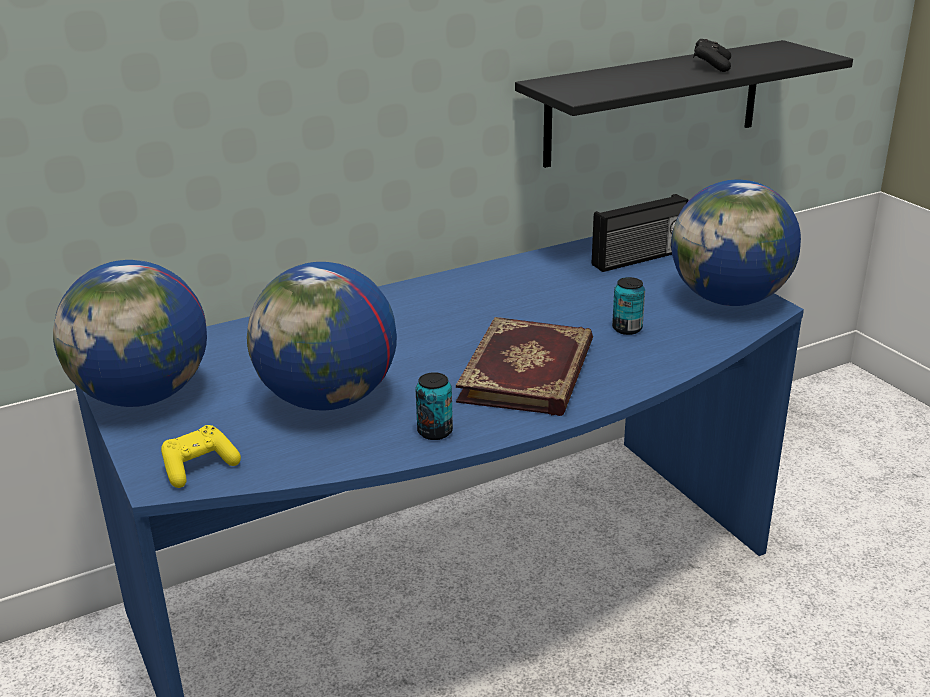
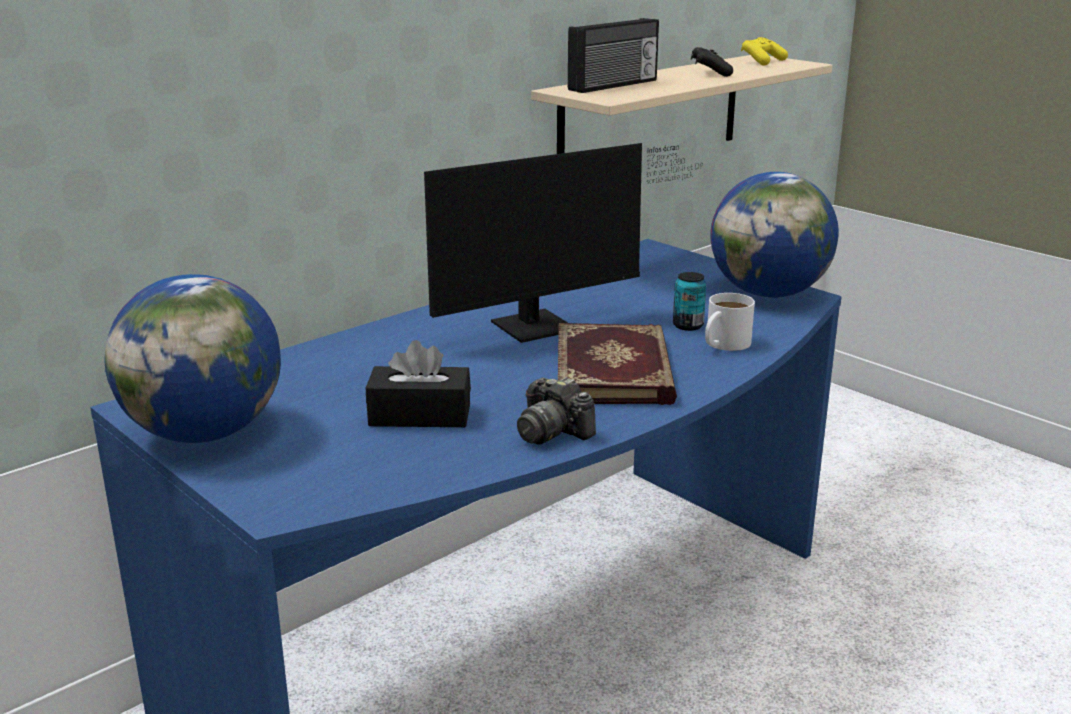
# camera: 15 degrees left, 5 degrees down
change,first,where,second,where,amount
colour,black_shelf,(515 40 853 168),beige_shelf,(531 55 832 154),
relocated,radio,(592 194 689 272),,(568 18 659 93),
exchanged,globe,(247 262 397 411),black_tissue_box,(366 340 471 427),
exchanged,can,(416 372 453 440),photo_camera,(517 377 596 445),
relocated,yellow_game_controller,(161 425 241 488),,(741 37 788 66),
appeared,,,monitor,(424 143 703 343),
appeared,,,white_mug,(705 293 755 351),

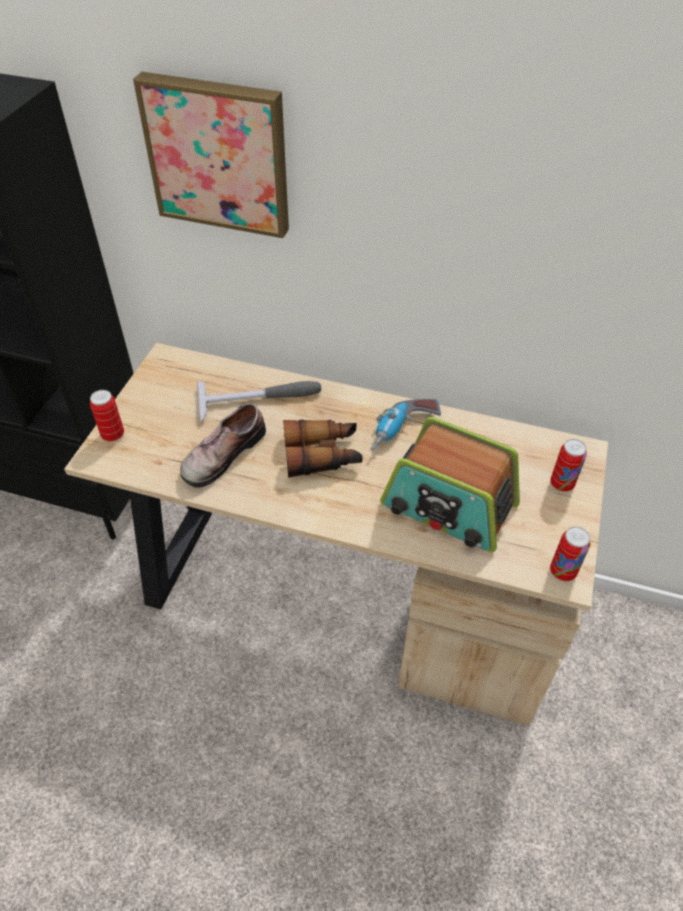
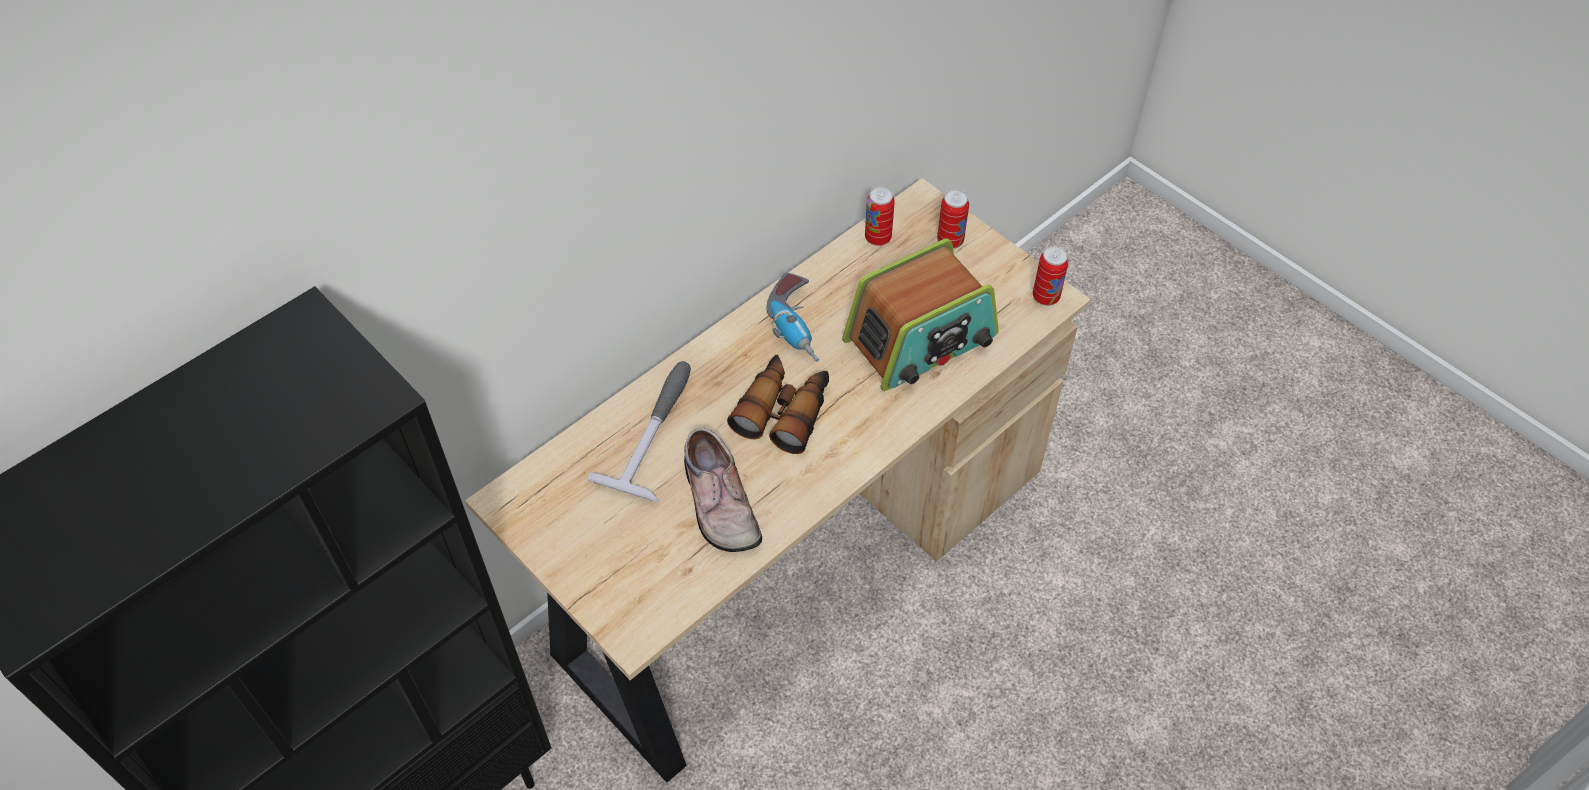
# camera: 60 degrees left, 5 degrees up
change,first,where,second,where,amount
missing,picture,(133 72 289 238),,,
relocated,can,(90 390 124 442),,(865 186 895 246),

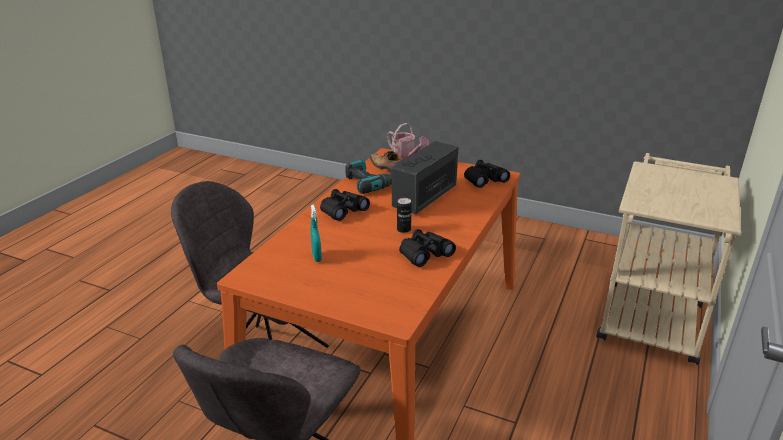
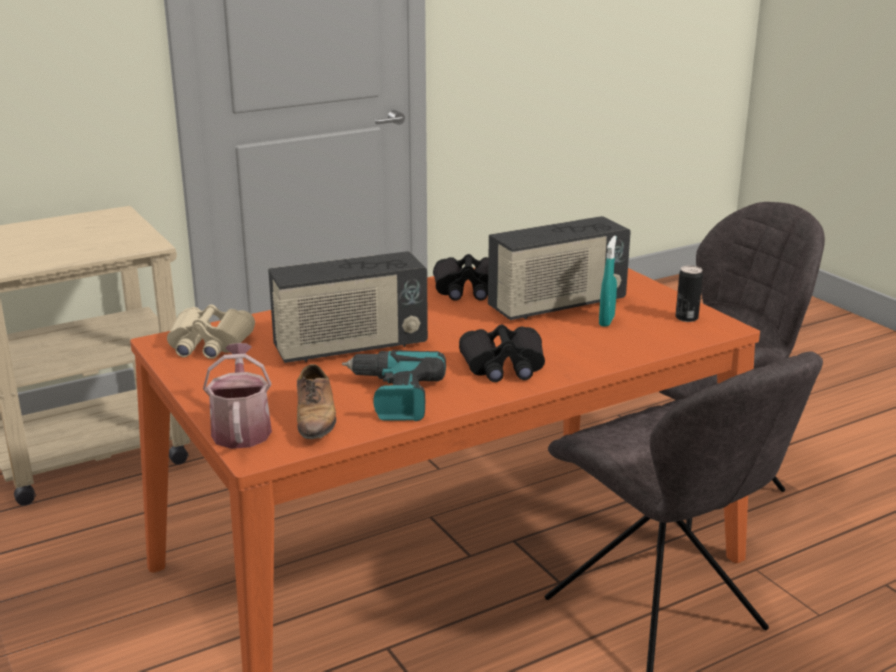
# camera: 145 degrees left, 5 degrees down
change,first,where,second,where,amount
colour,black_binoculars,(464 160 510 188),beige_binoculars,(167 304 255 359),
relocated,can,(397 198 412 233),,(675 265 703 322),
appeared,,,radio,(488 216 631 320),

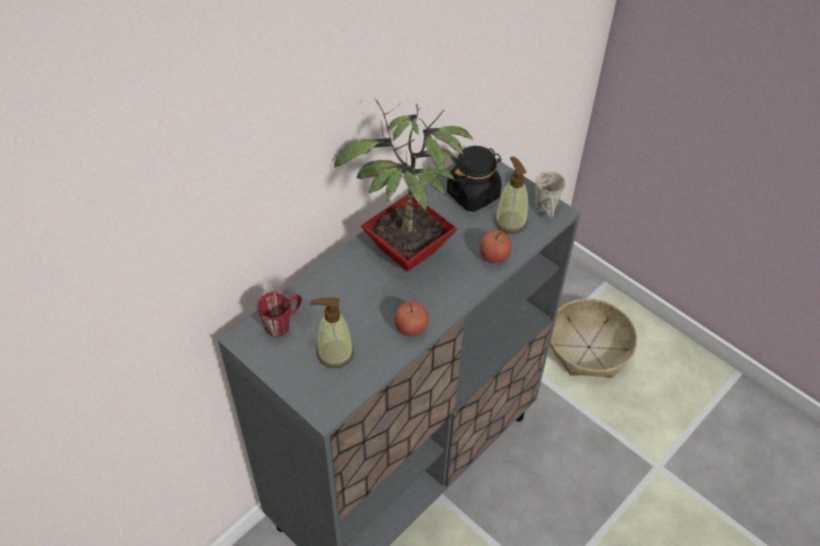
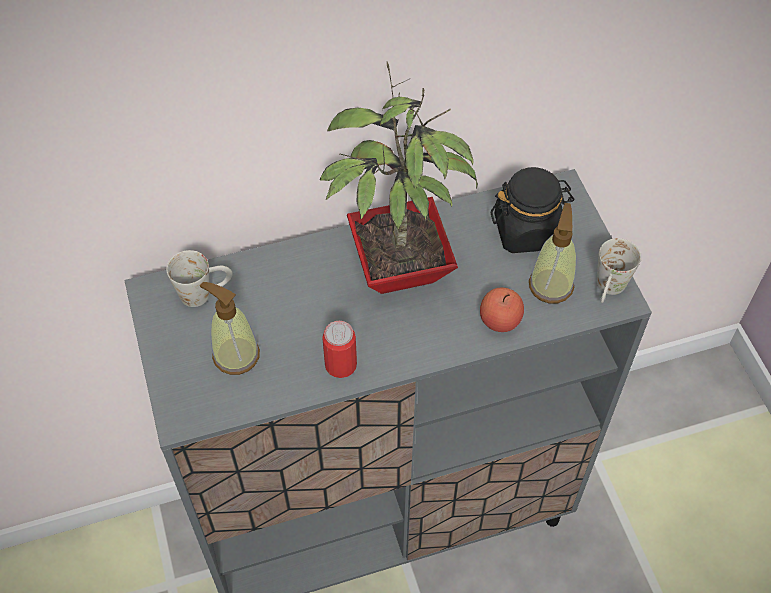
# camera: 30 degrees right, 5 degrees up
change,first,where,second,where,amount
colour,red_mug,(257 292 302 337),white_mug,(166 250 233 307),
missing,basket,(549 299 637 378),,,
exchanged,apple,(394 302 429 336),can,(322 321 357 378),

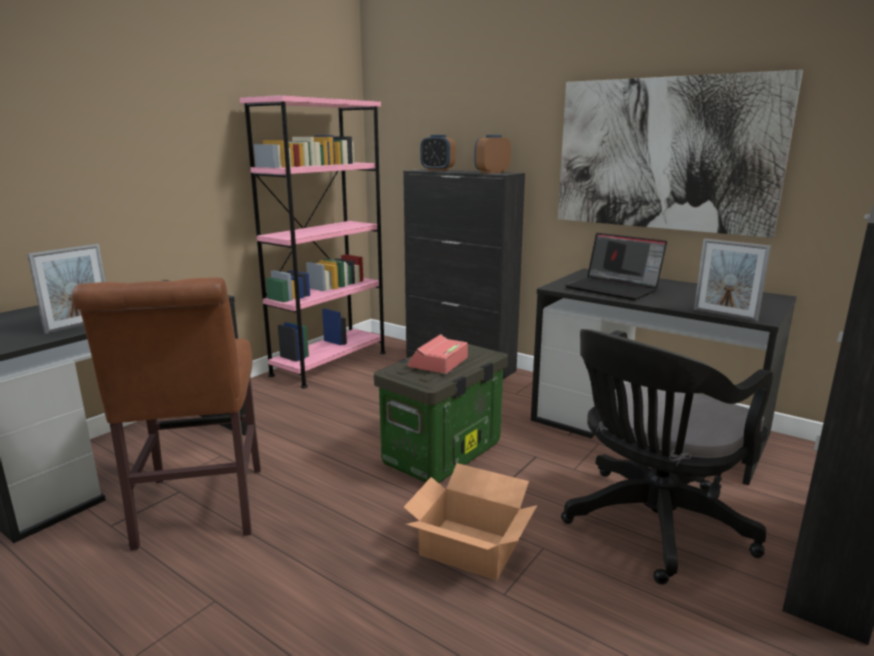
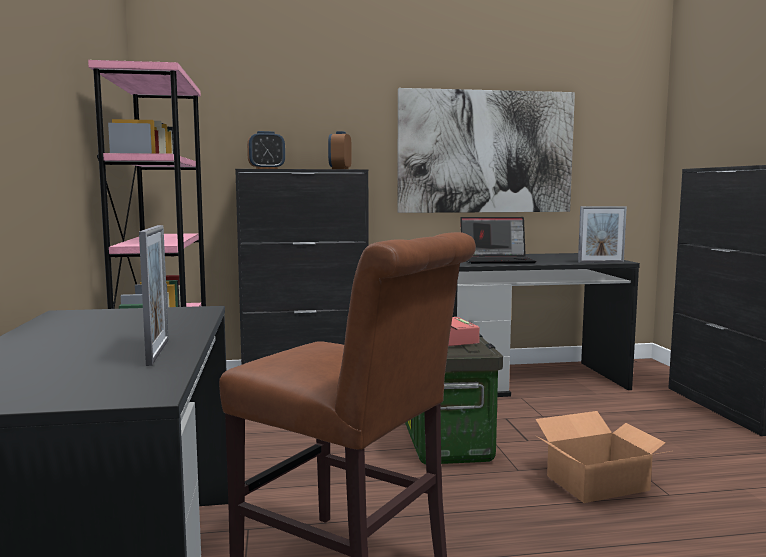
# camera: 45 degrees left, 10 degrees down
change,first,where,second,where,amount
missing,black_office_chair,(561 329 773 585),,,

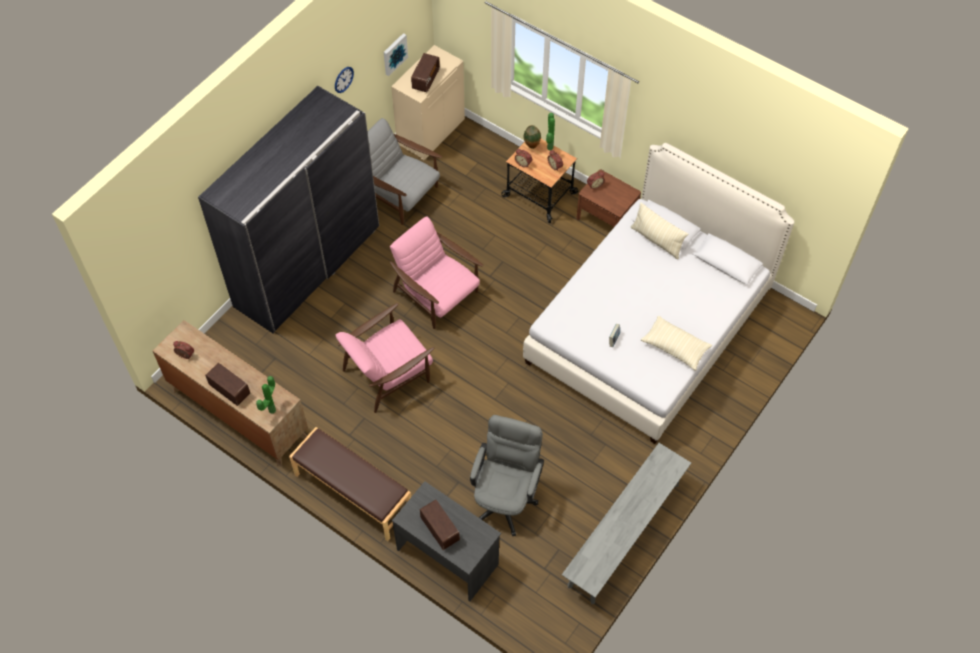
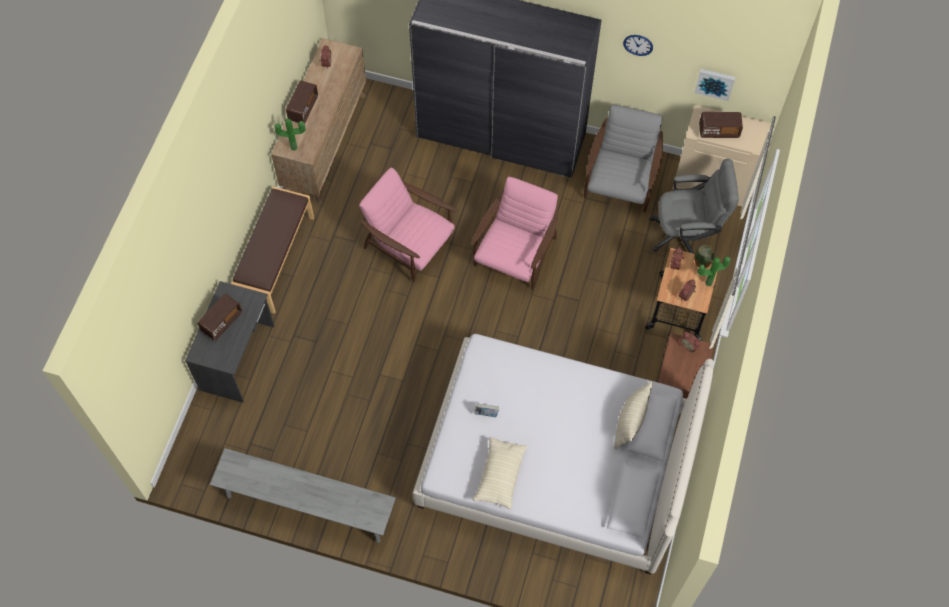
# camera: 70 degrees right, 5 degrees up
change,first,where,second,where,amount
relocated,grey_office_chair,(470 415 544 537),,(649 159 739 253),

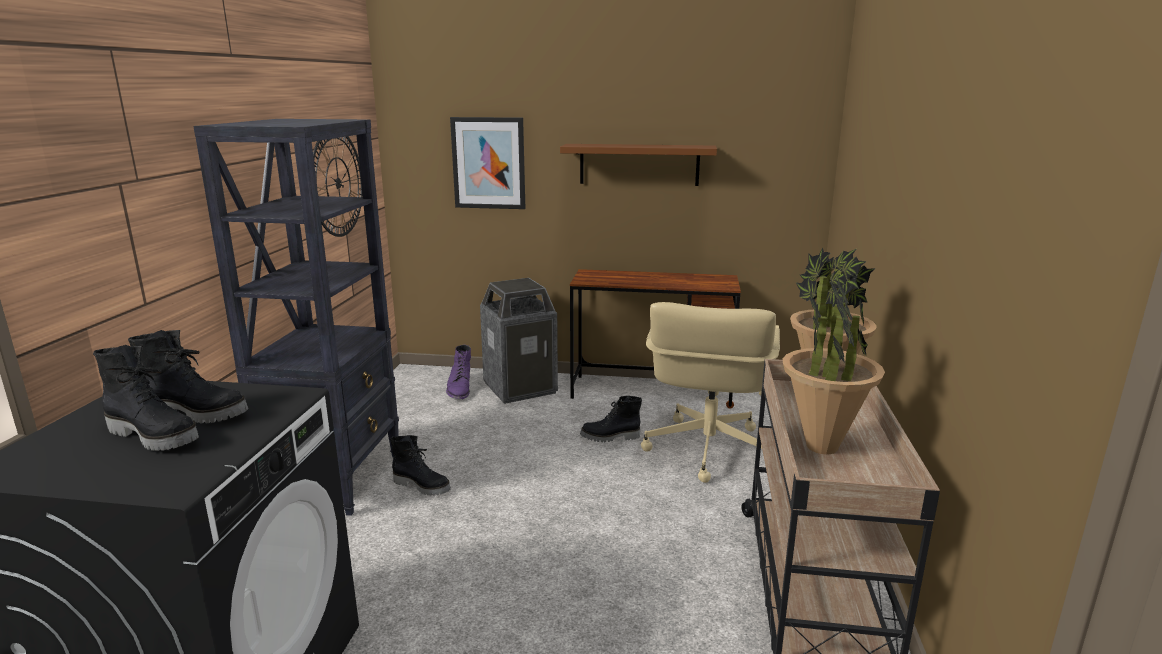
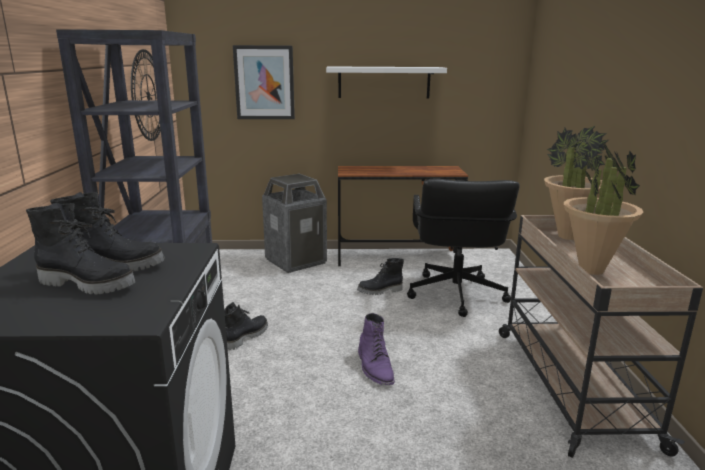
# camera: 10 degrees left, 0 degrees up
change,first,where,second,where,amount
colour,brown_shelf,(560 144 717 186),white_shelf,(326 66 447 98),
colour,beige_office_chair,(641 302 780 483),black_office_chair,(407 179 519 317),
relocated,purple_boot,(446 345 471 399),,(358 313 395 385),
spun,black_boot,(390 435 451 496),,(224 302 268 350),75 degrees counterclockwise

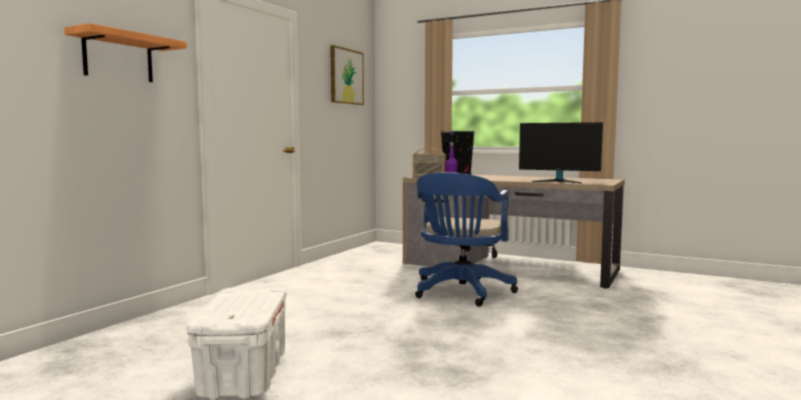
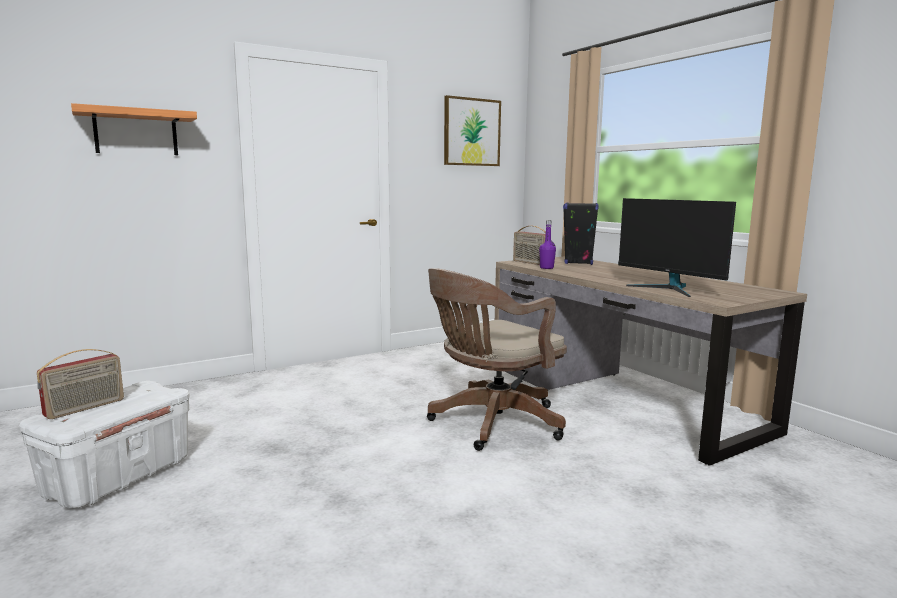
# camera: 30 degrees right, 5 degrees up
change,first,where,second,where,amount
colour,blue_office_chair,(415 172 518 306),brown_office_chair,(427 268 567 451),
appeared,,,radio,(37 349 124 419),

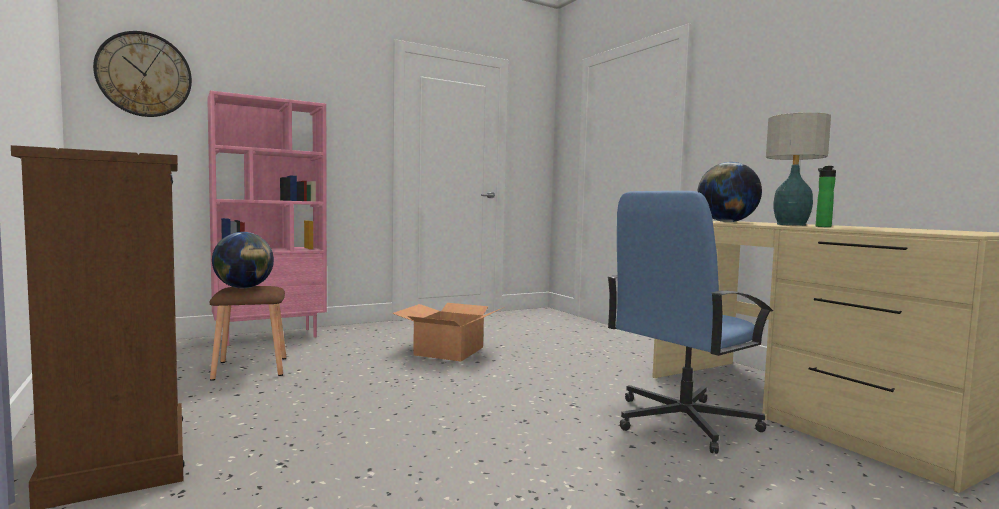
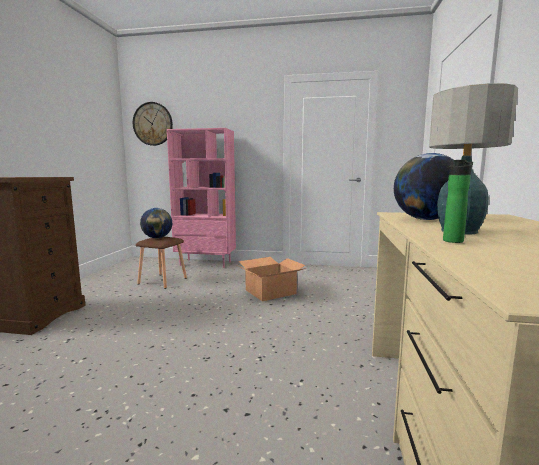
# camera: 40 degrees right, 5 degrees up
change,first,where,second,where,amount
missing,blue_office_chair,(607 191 773 454),,,

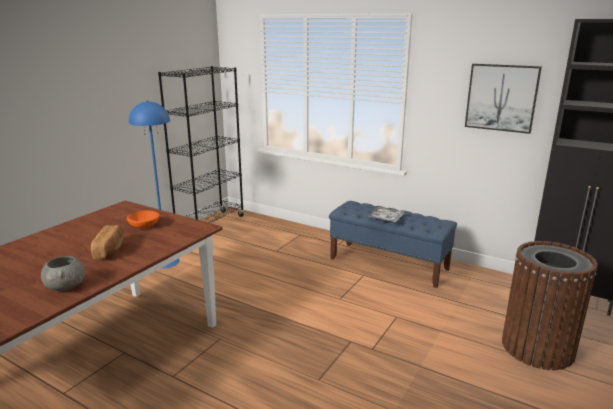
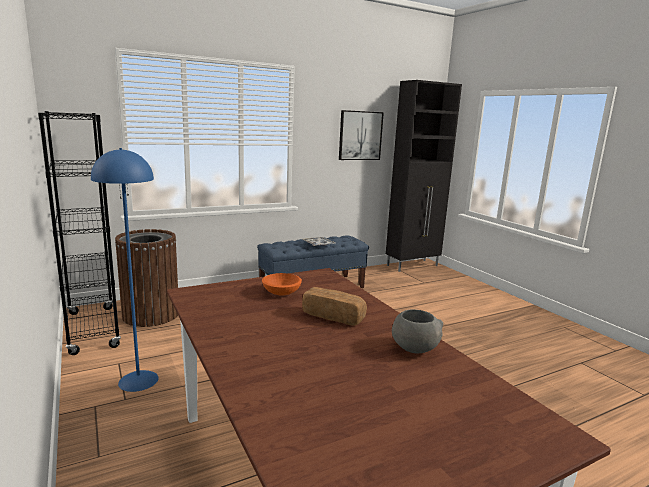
# camera: 60 degrees left, 5 degrees down
change,first,where,second,where,amount
relocated,brown_trash_can,(502 241 598 370),,(115 229 178 327),

